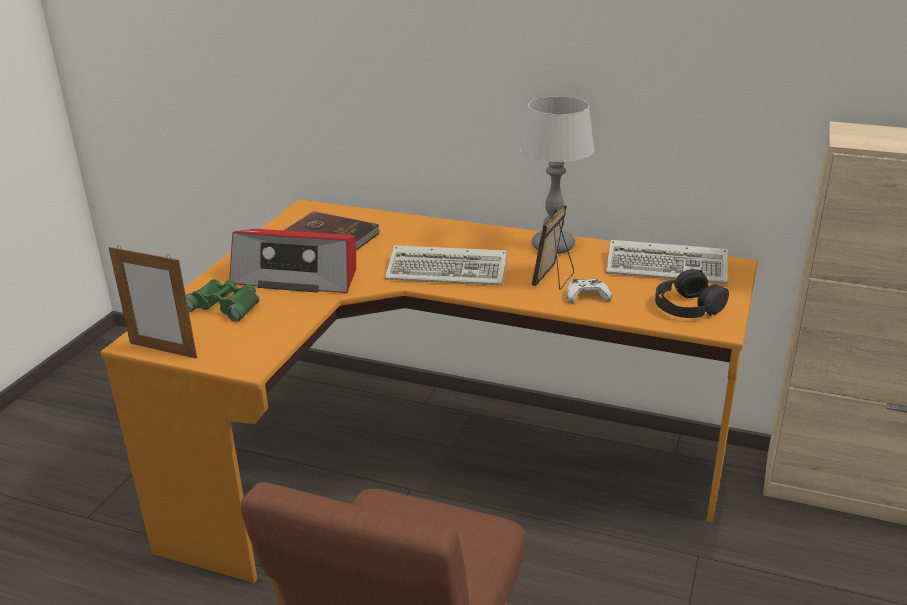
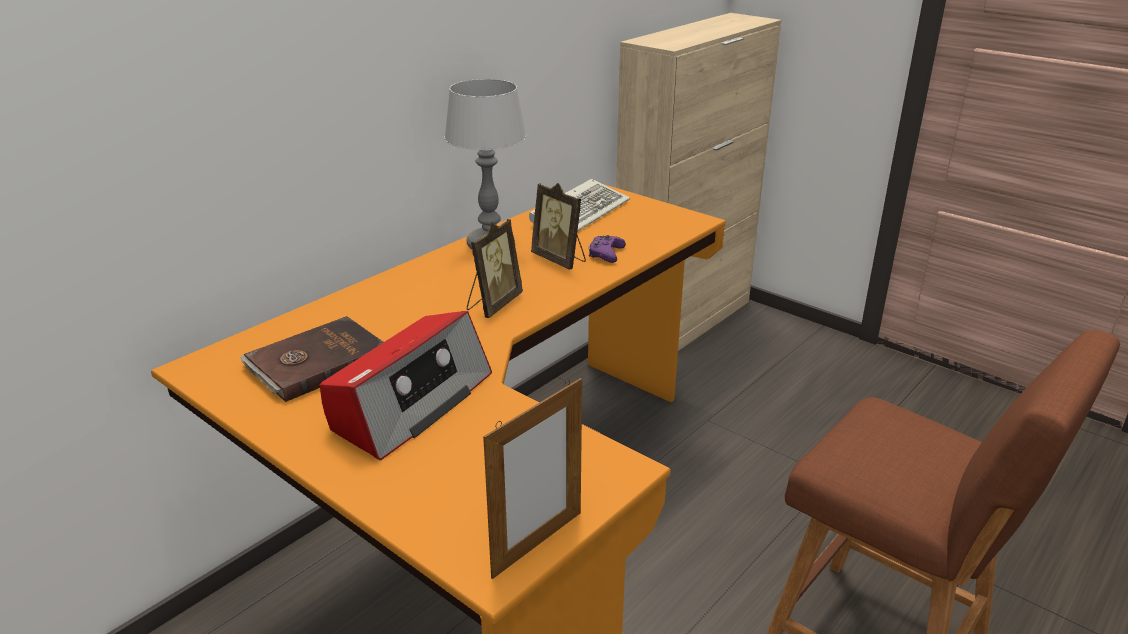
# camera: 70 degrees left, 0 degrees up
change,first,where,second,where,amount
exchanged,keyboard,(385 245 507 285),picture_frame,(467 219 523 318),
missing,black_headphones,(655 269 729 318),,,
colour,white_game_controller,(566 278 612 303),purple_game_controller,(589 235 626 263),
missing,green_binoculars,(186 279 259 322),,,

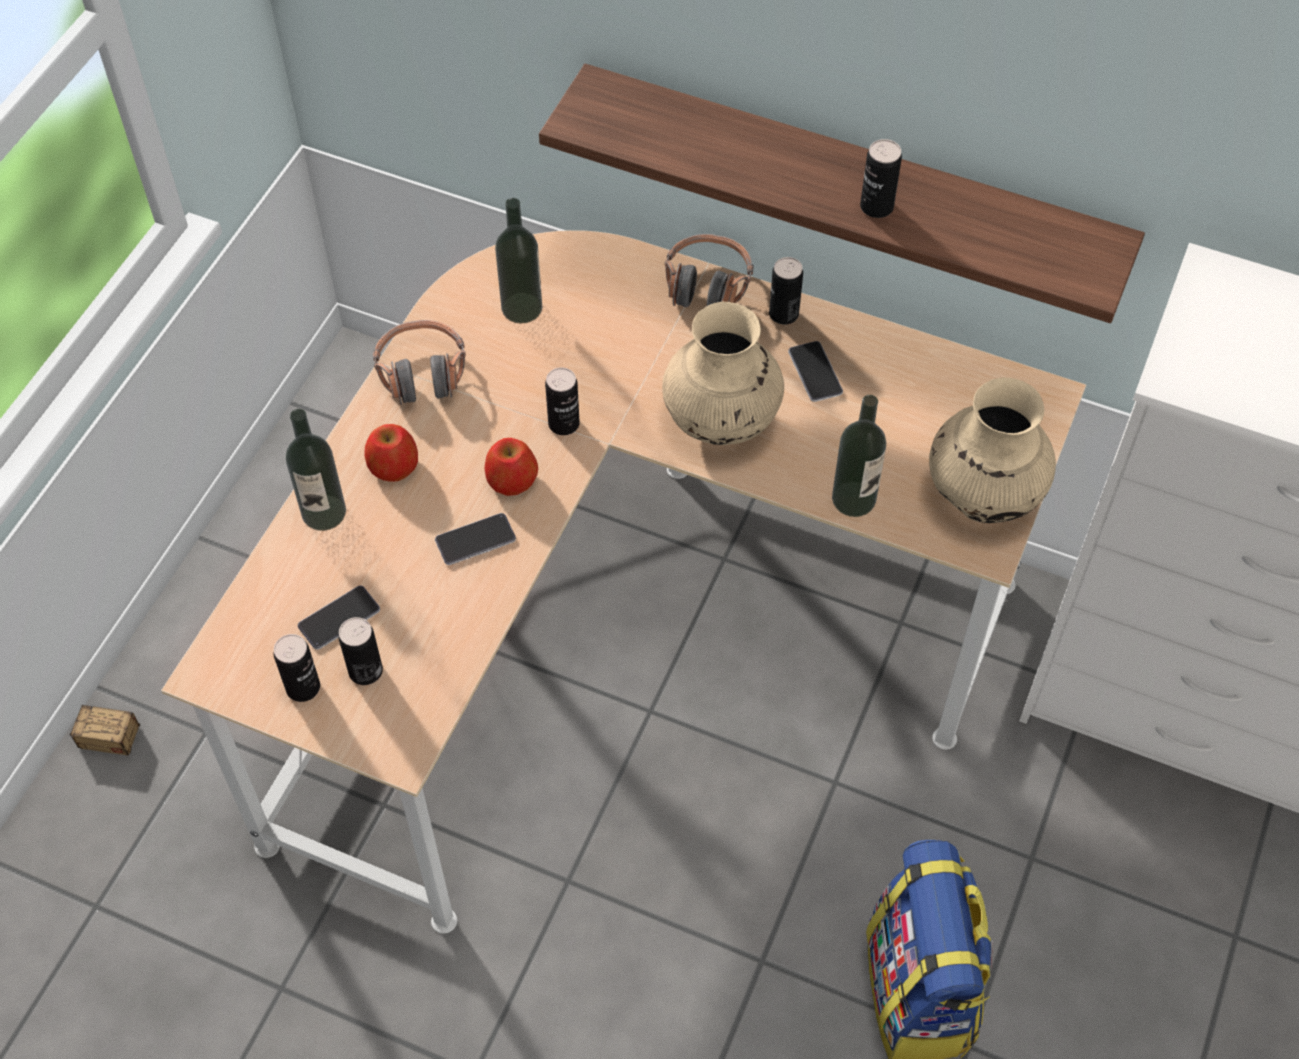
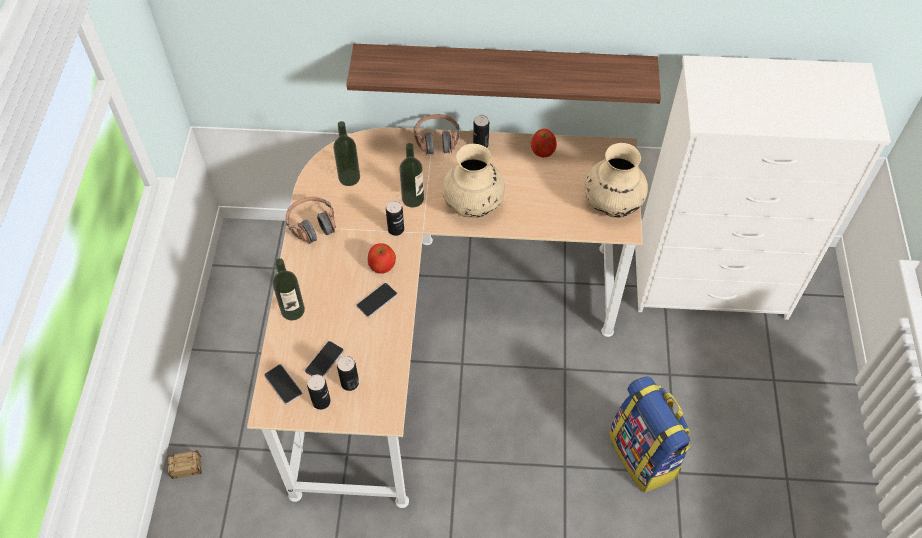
# camera: 20 degrees left, 0 degrees up
change,first,where,second,where,amount
missing,can,(860 139 902 218),,,
relocated,phone,(788 341 843 402),,(264 364 302 404),
relocated,bottle,(832 395 886 517),,(399 143 424 208),
relocated,apple,(364 424 418 482),,(531 129 557 157),

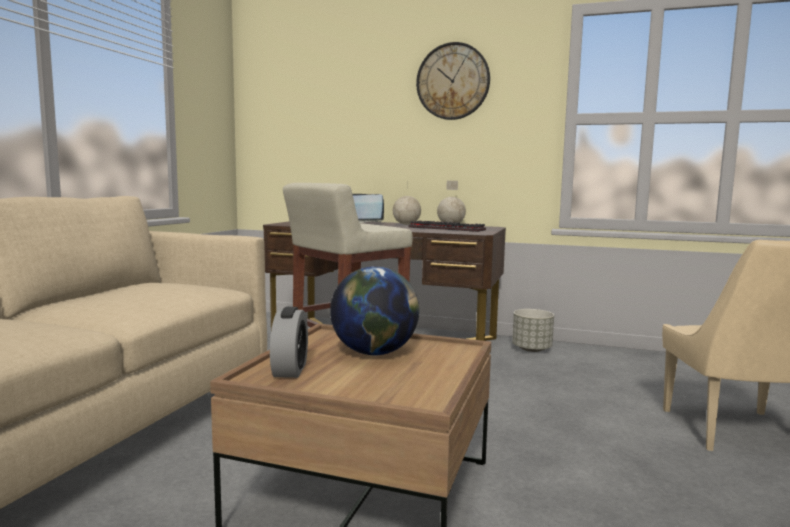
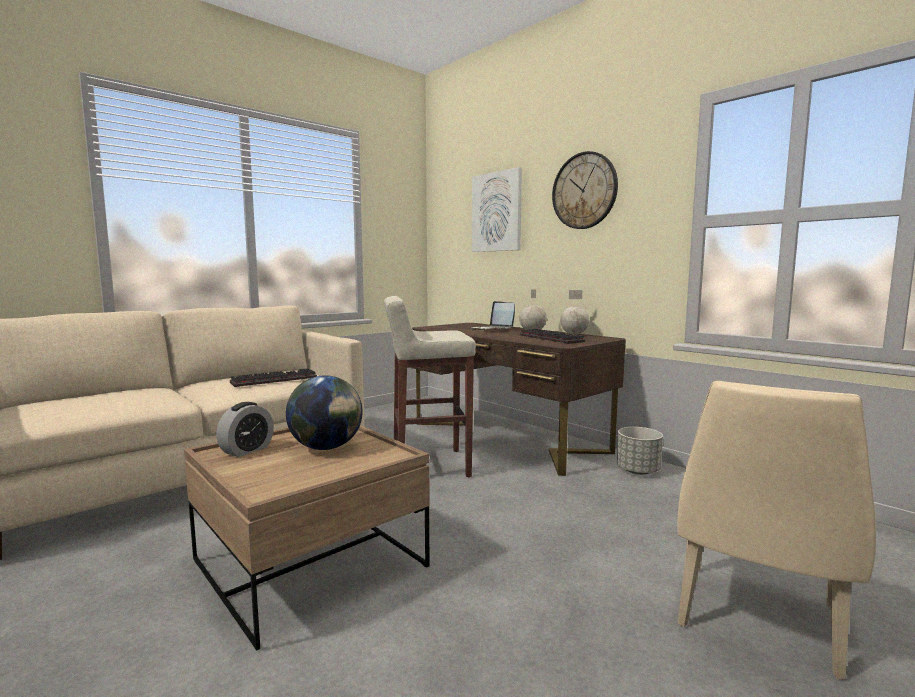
# camera: 30 degrees right, 0 degrees up
change,first,where,second,where,amount
appeared,,,picture,(472 167 522 252),
appeared,,,keyboard,(230 368 317 387),

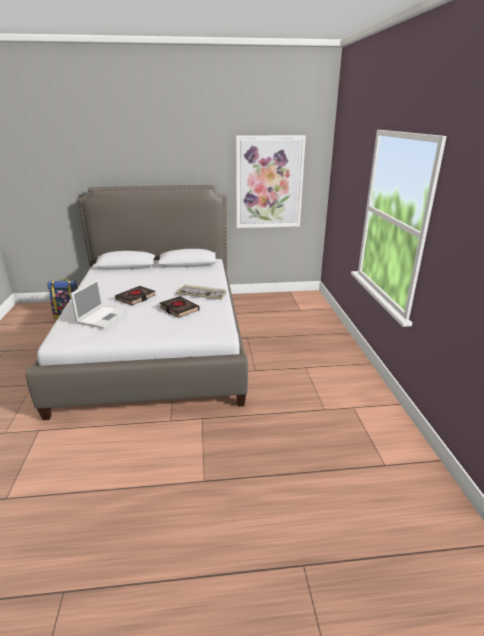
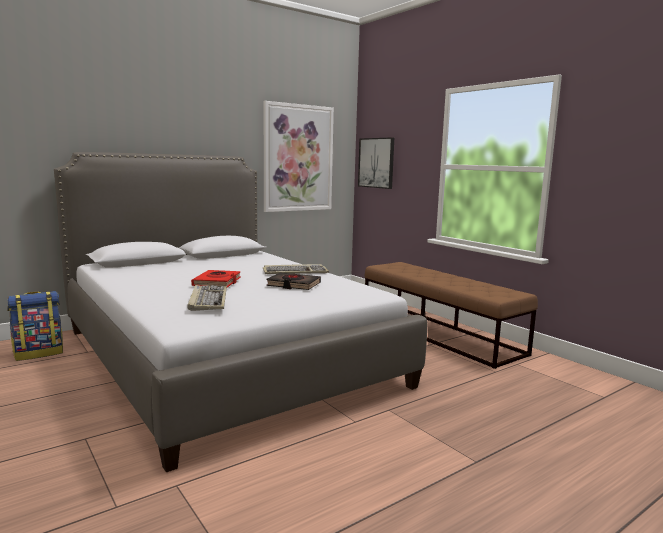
# camera: 30 degrees left, 15 degrees down
change,first,where,second,where,amount
exchanged,laptop,(70 279 128 329),keyboard,(187 285 227 311),
colour,black_book,(115 286 156 305),red_book,(191 270 241 288),
appeared,,,picture,(358 137 394 189),
appeared,,,brown_bench,(364 262 538 369),

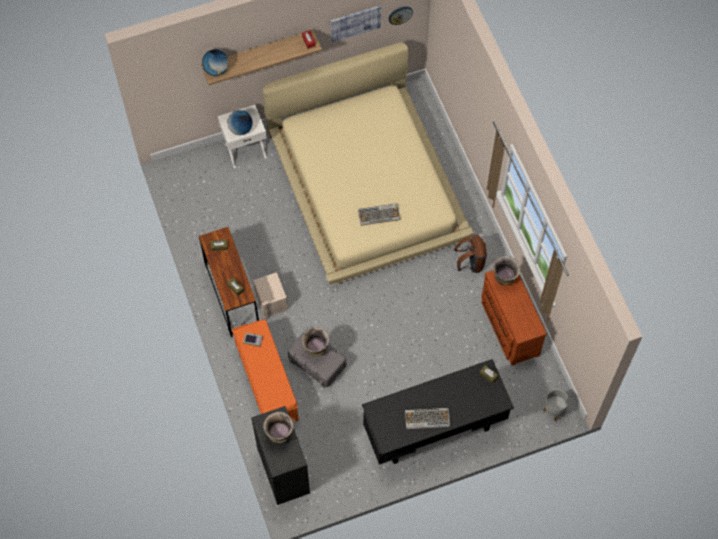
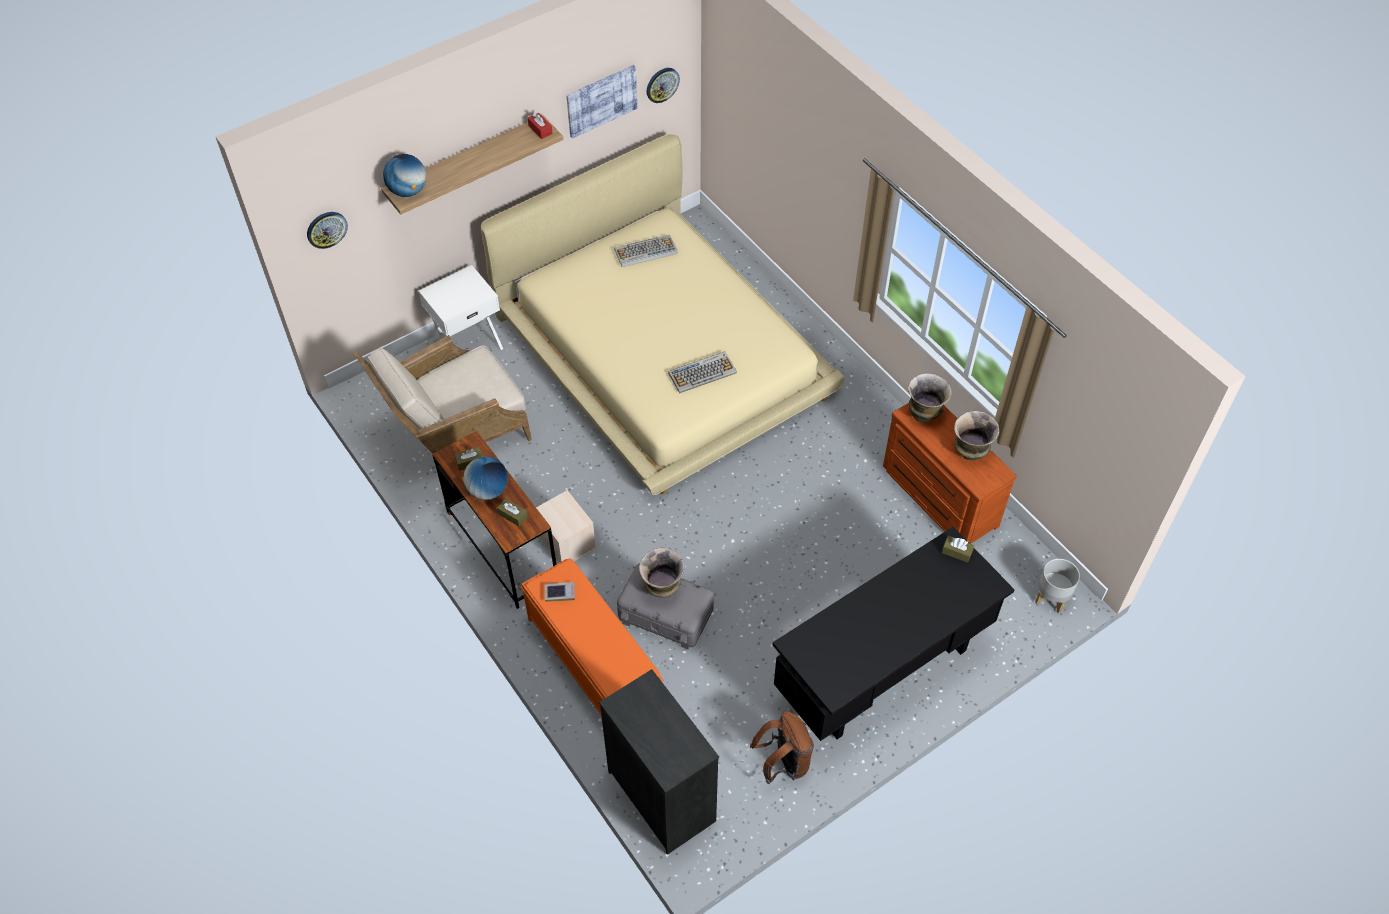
# camera: 15 degrees left, 10 degrees down
change,first,where,second,where,amount
relocated,globe,(227 110 253 135),,(462 456 508 500),
relocated,brown_backpack,(454 235 487 273),,(750 711 814 785),
relocated,keyboard,(405 408 450 429),,(614 234 678 267),
relocated,vase,(263 412 293 443),,(954 411 999 461),
appeared,,,wall_clock,(307 212 348 249),
appeared,,,beige_armchair,(353 335 532 454),

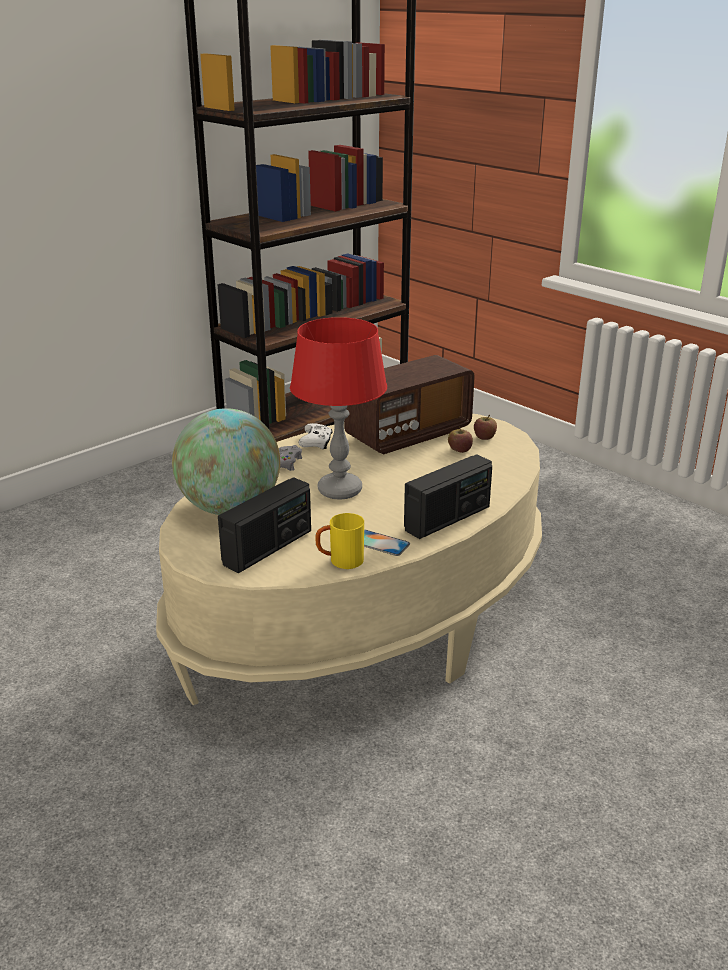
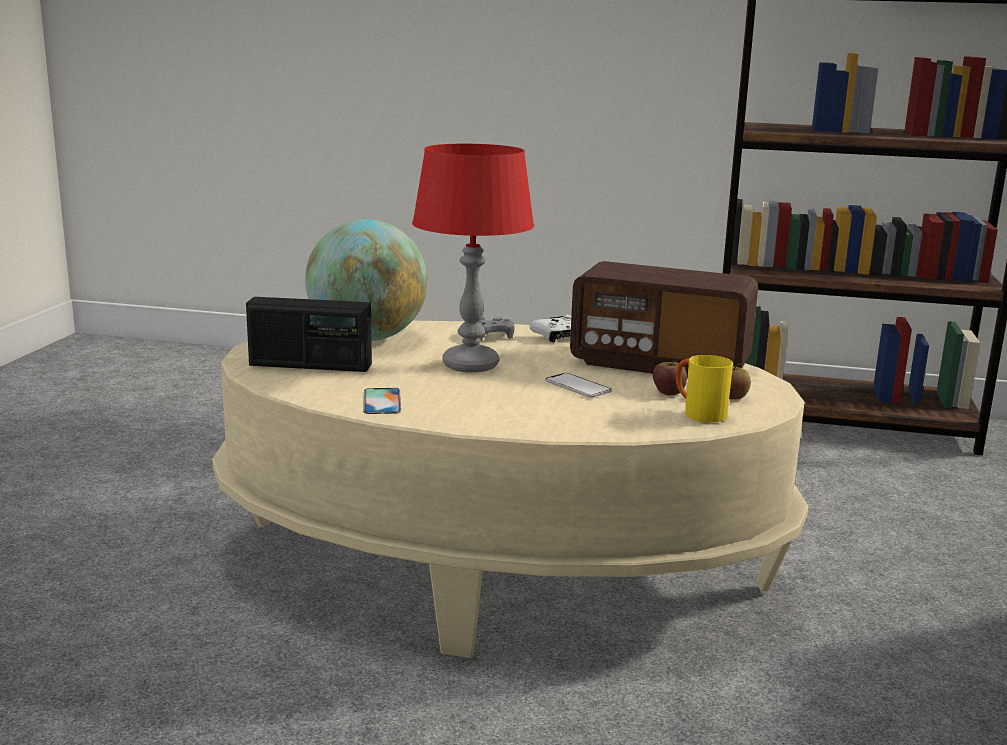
# camera: 55 degrees right, 10 degrees down
change,first,where,second,where,amount
missing,radio,(404 454 492 539),,,
relocated,yellow_mug,(316 513 364 569),,(676 355 733 423),
appeared,,,phone,(545 373 612 398),

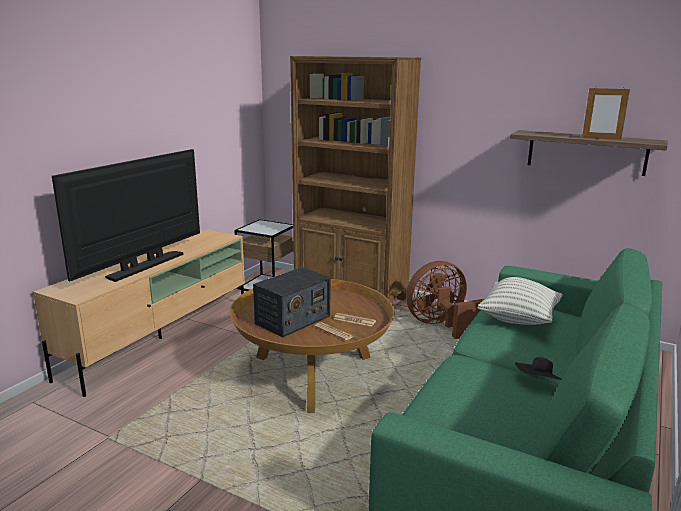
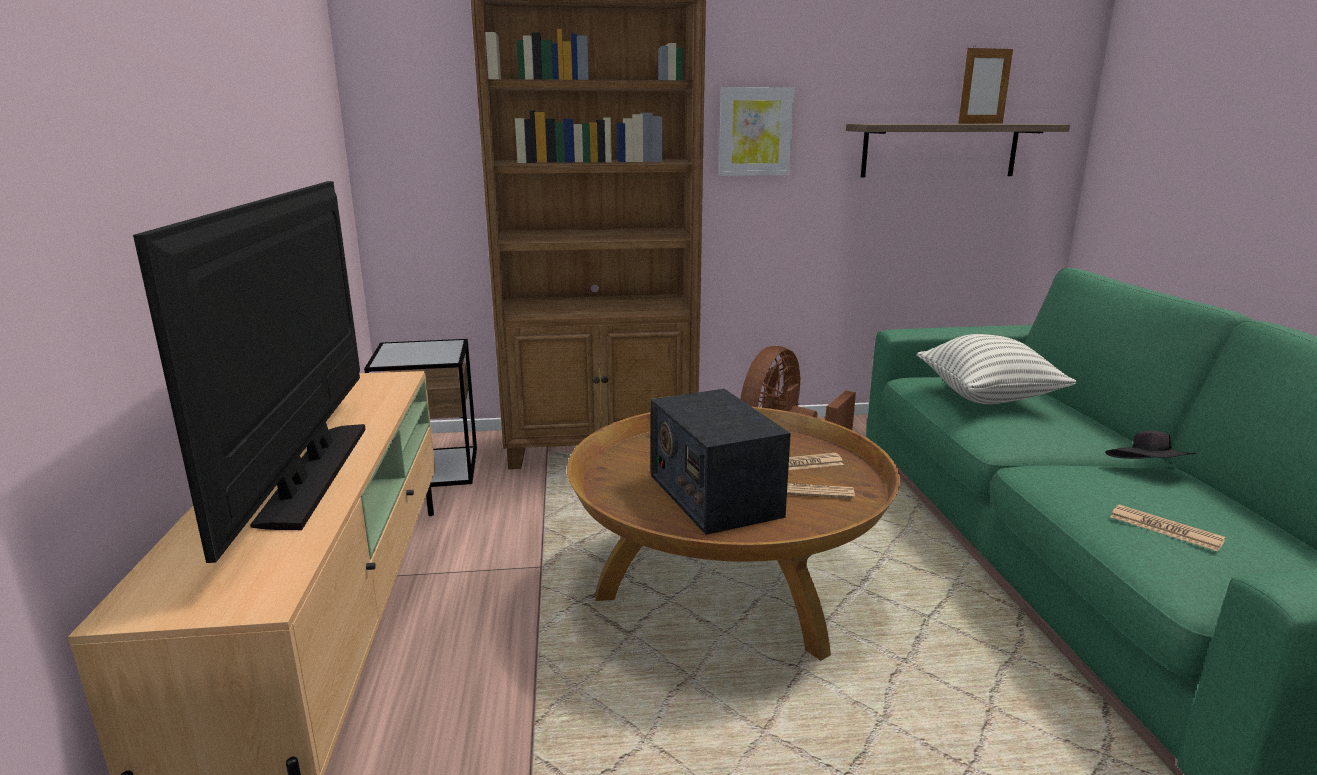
# camera: 35 degrees left, 0 degrees up
change,first,where,second,where,amount
spun,radio,(253 267 330 337),,(651 389 791 535),150 degrees clockwise
appeared,,,picture,(718 87 794 176),
appeared,,,newspaper,(1110 504 1226 551),

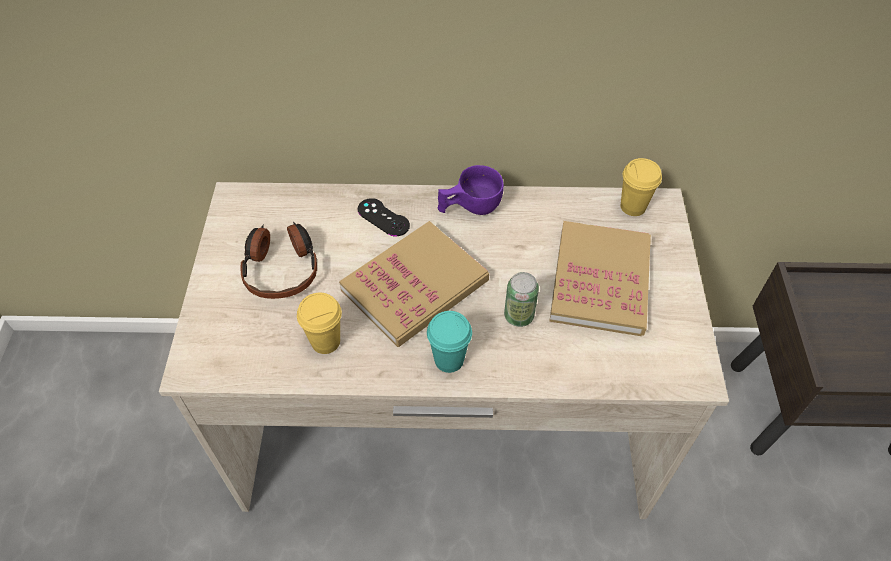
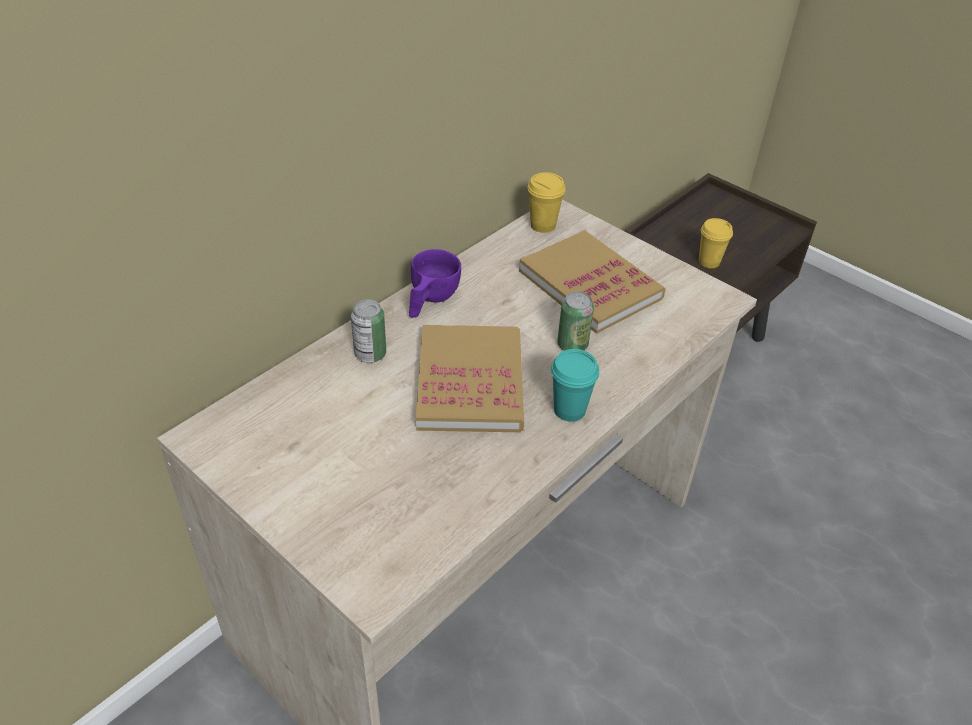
# camera: 50 degrees left, 10 degrees down
change,first,where,second,where,amount
exchanged,black_game_controller,(358 198 410 236),can,(351 299 386 363),
missing,headphones,(240 221 317 299),,,
relocated,yellow_cup,(297 293 342 354),,(699 218 733 268),

